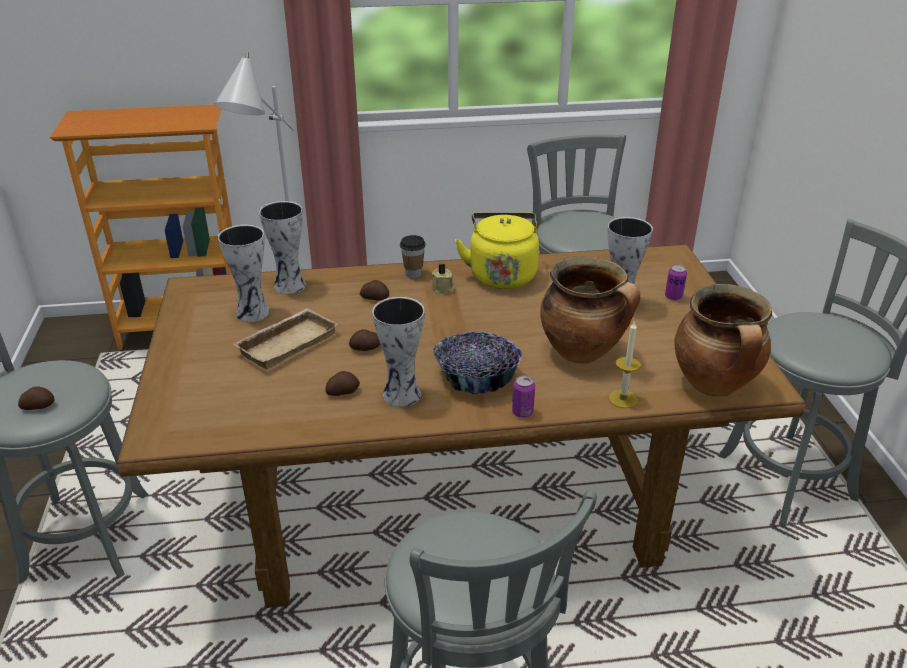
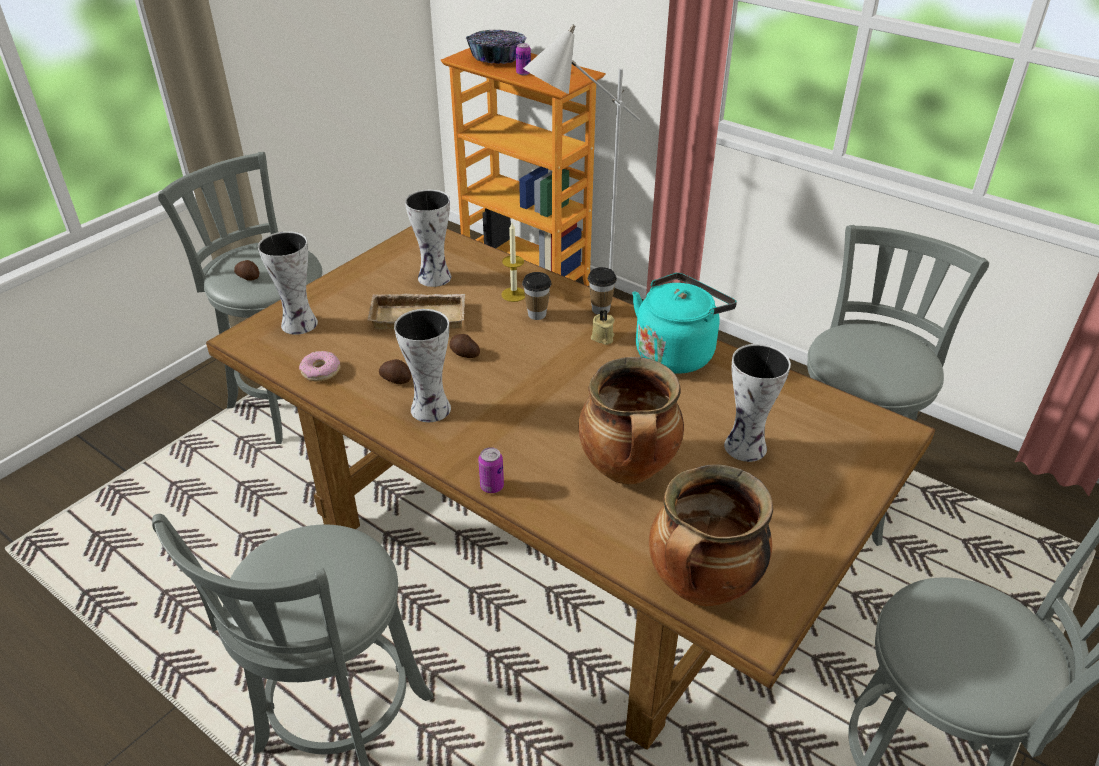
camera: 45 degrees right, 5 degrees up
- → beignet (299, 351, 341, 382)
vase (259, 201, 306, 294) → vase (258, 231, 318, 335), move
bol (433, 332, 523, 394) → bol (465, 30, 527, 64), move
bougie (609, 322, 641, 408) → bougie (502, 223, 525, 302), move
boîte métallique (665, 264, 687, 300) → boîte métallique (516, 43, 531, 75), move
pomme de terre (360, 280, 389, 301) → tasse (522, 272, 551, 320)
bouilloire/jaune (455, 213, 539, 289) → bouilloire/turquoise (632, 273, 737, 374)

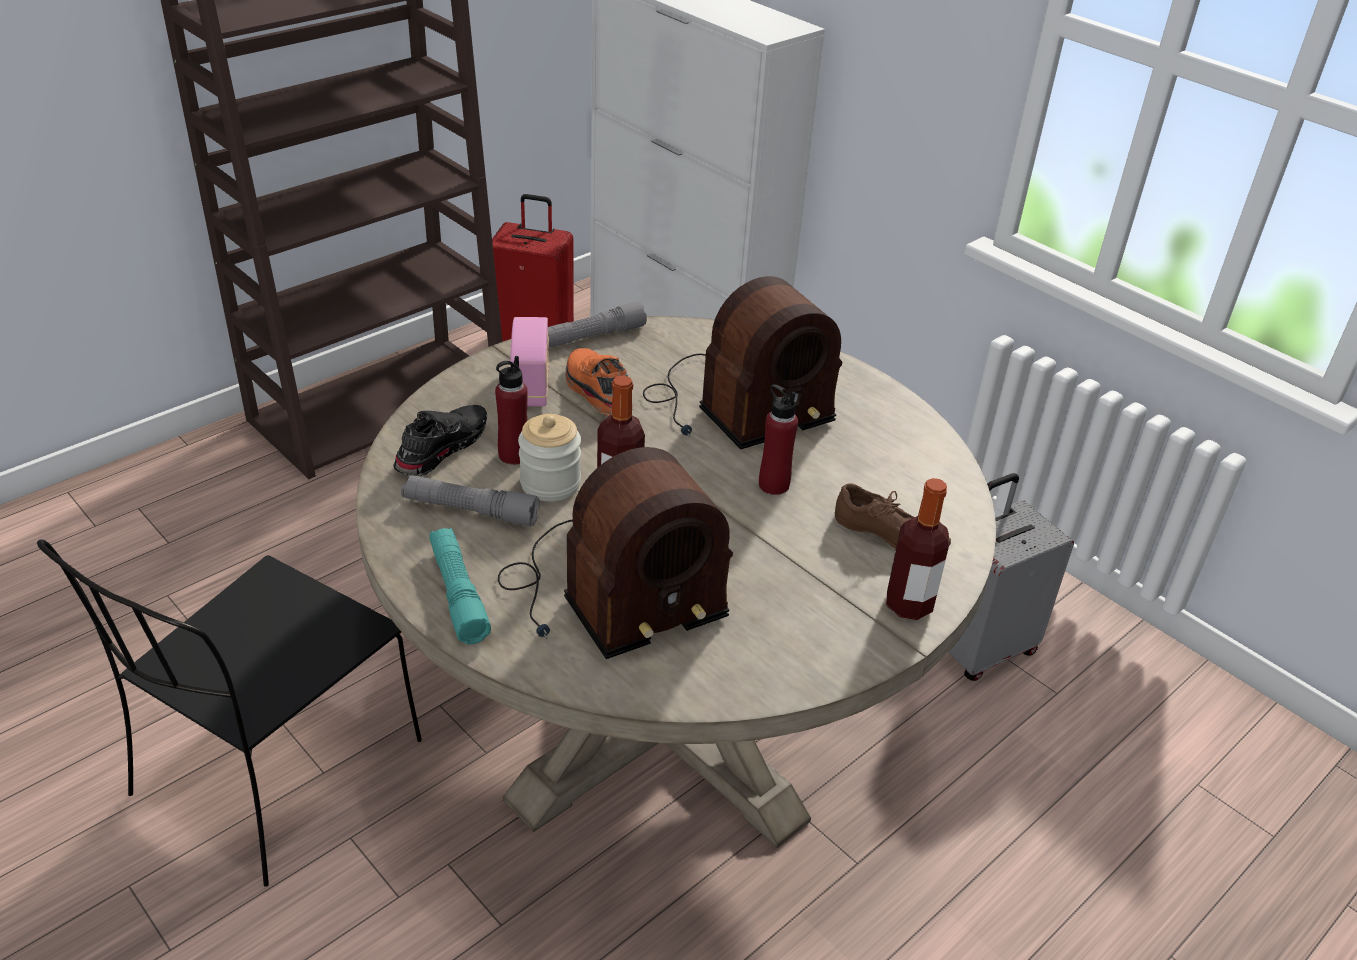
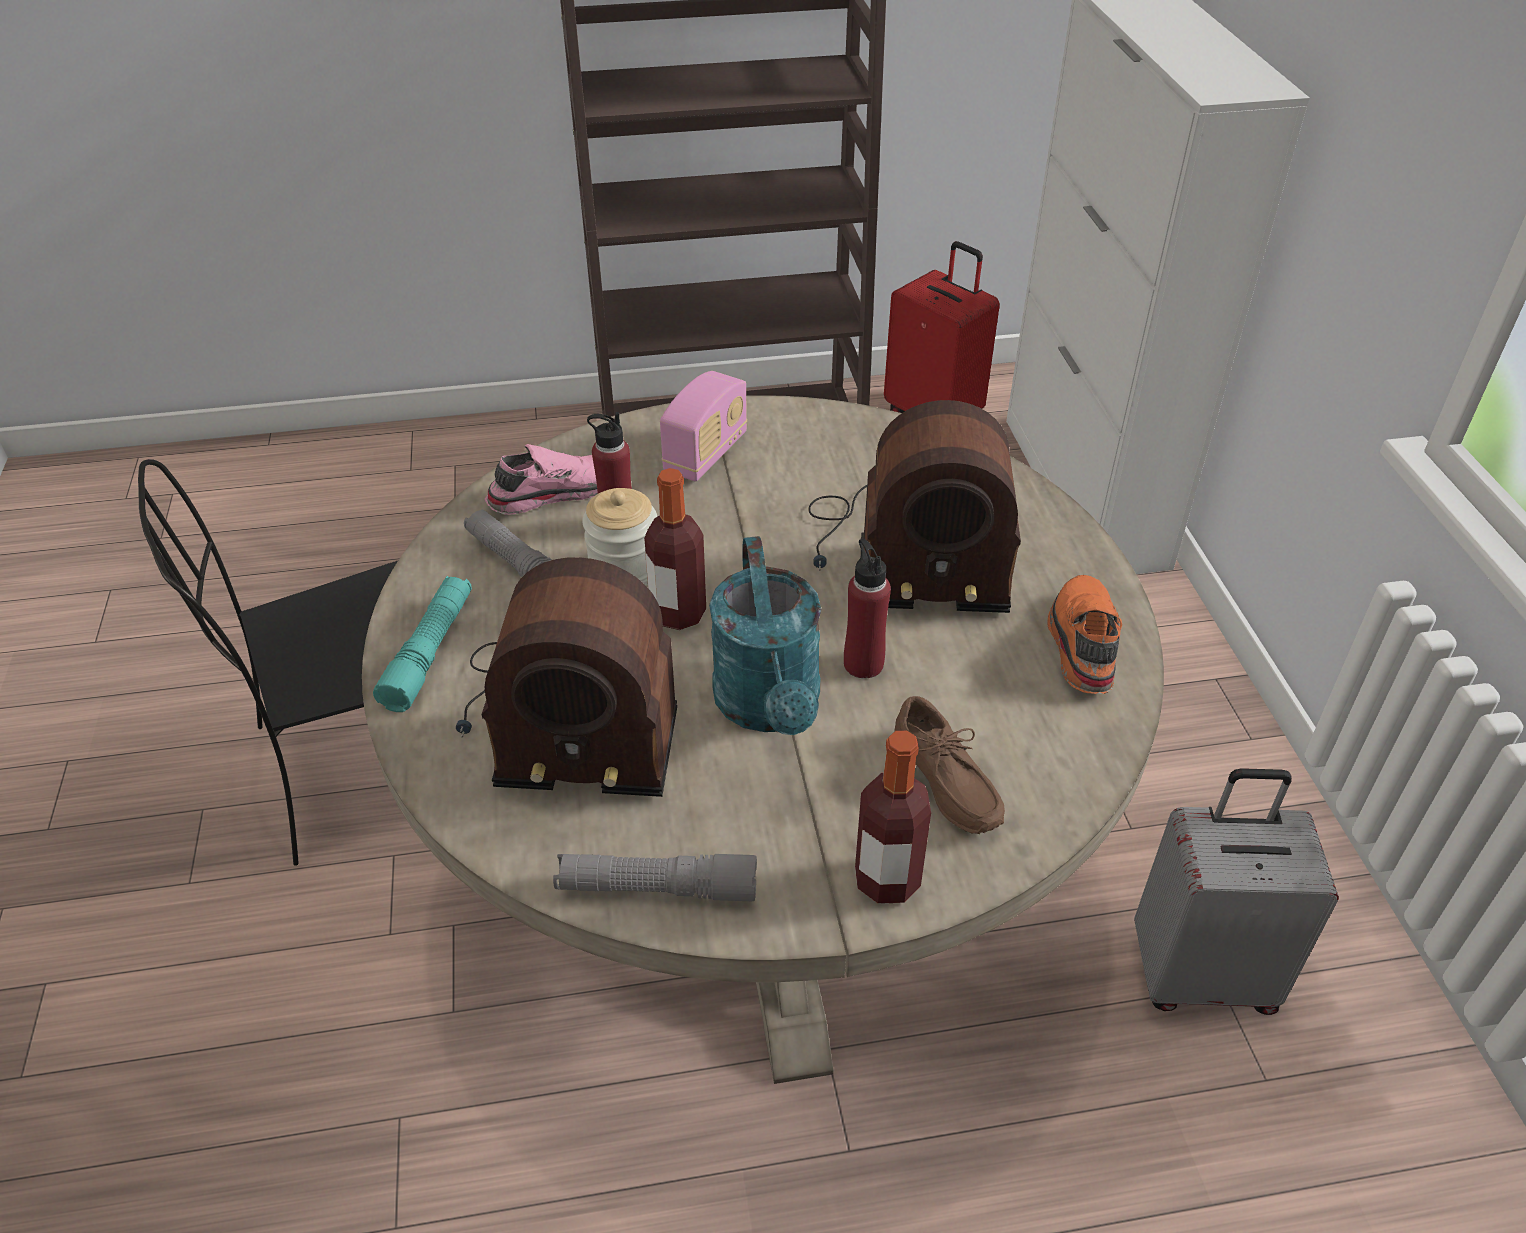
camera: 35 degrees right, 5 degrees up
- → arrosoir/turquoise (709, 536, 822, 735)
lampe de poche/gris (548, 302, 647, 348) → lampe de poche/gris (553, 854, 757, 901), move
chaussure/orange (565, 348, 633, 415) → chaussure/orange (1048, 575, 1122, 694), move
chaussure/noir (394, 405, 487, 476) → chaussure/rose (485, 444, 598, 515)

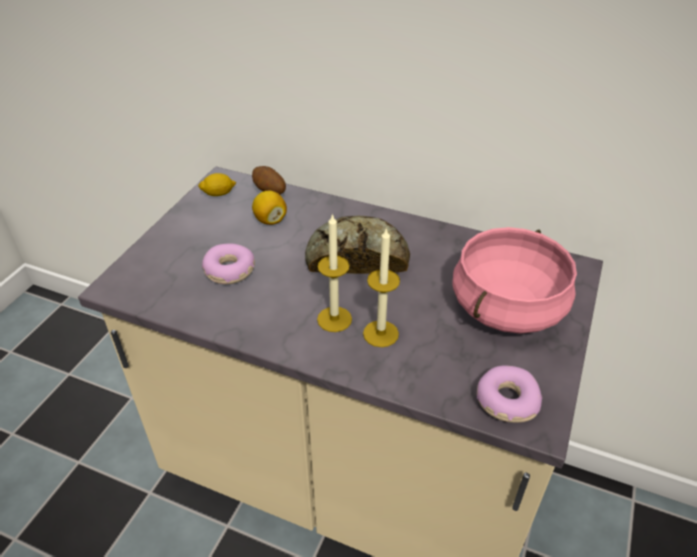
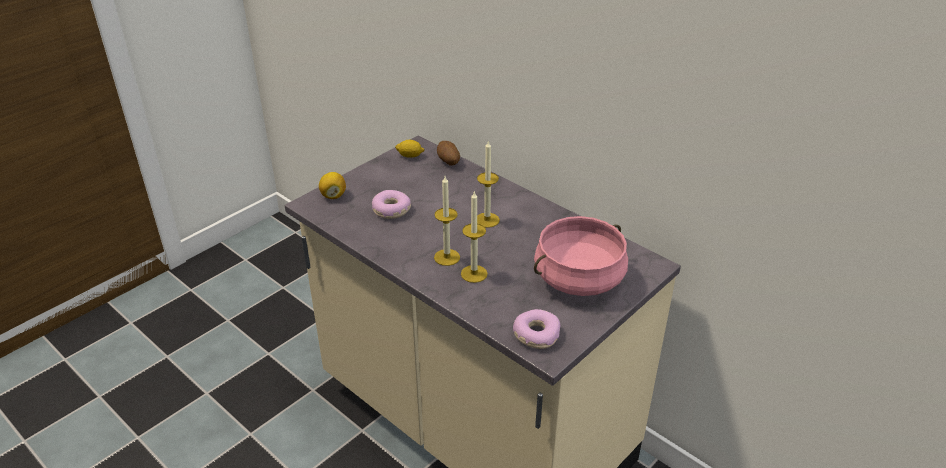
camera: 20 degrees right, 5 degrees down
citron (252, 191, 287, 225) → citron (319, 172, 346, 199), move
pain (305, 216, 410, 274) → bougie (477, 141, 500, 228)

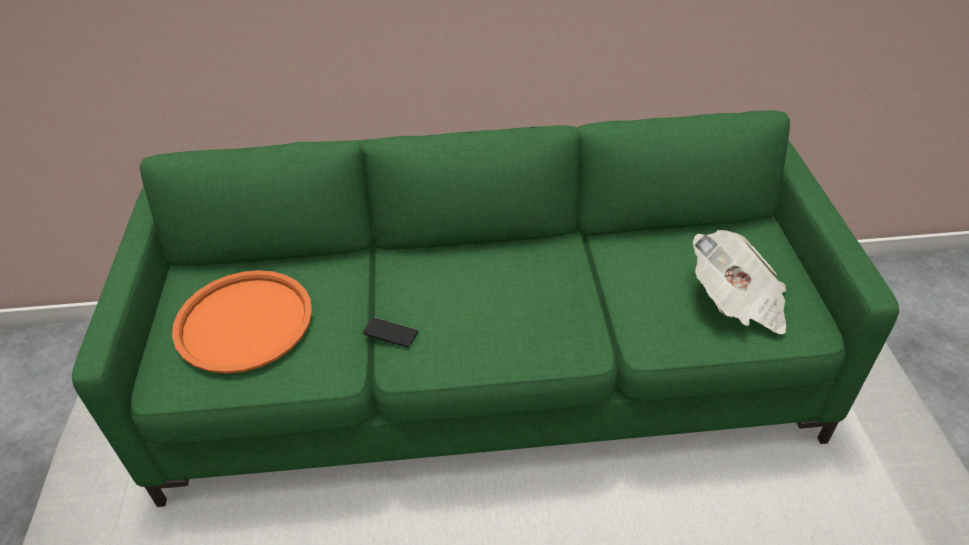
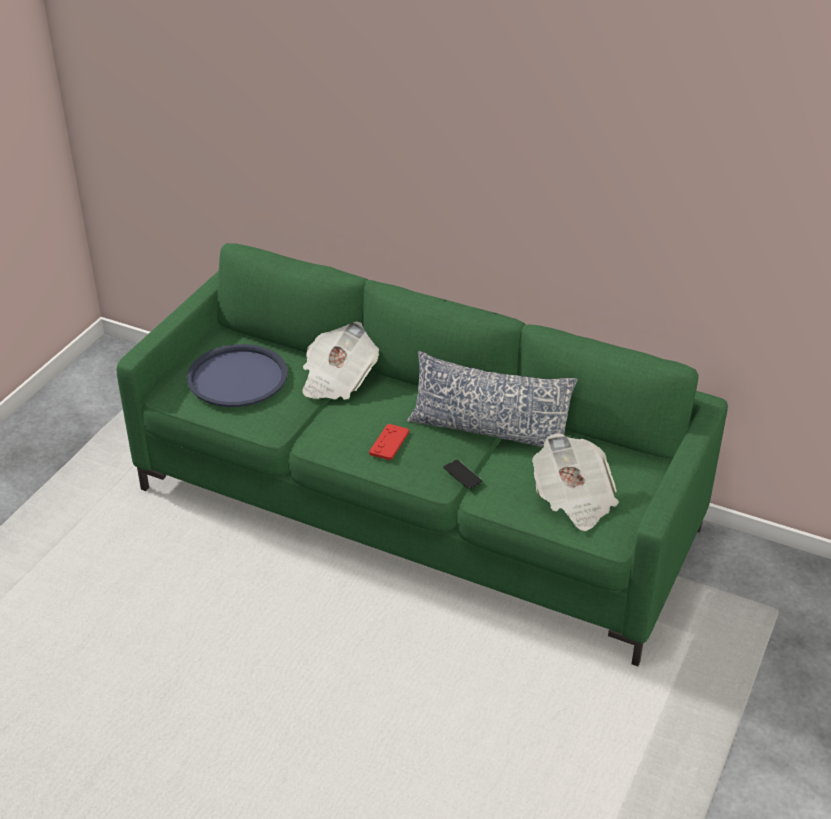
camera: 30 degrees right, 5 degrees down
- → journal (302, 321, 379, 400)
- → manette/rouge (369, 424, 409, 460)
- → coussin (407, 351, 578, 447)
téléphone (363, 317, 418, 347) → téléphone (443, 460, 482, 489), move
plateau/orange (172, 270, 312, 374) → plateau/bleu (187, 344, 288, 407)

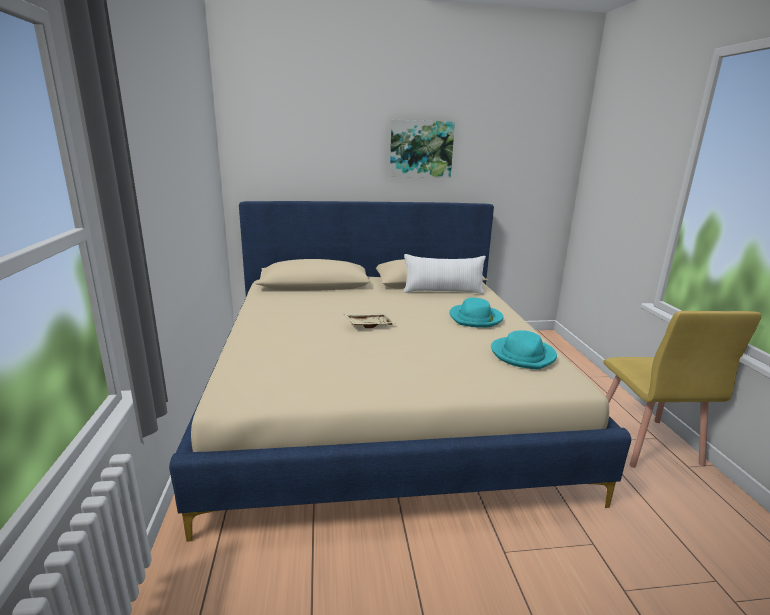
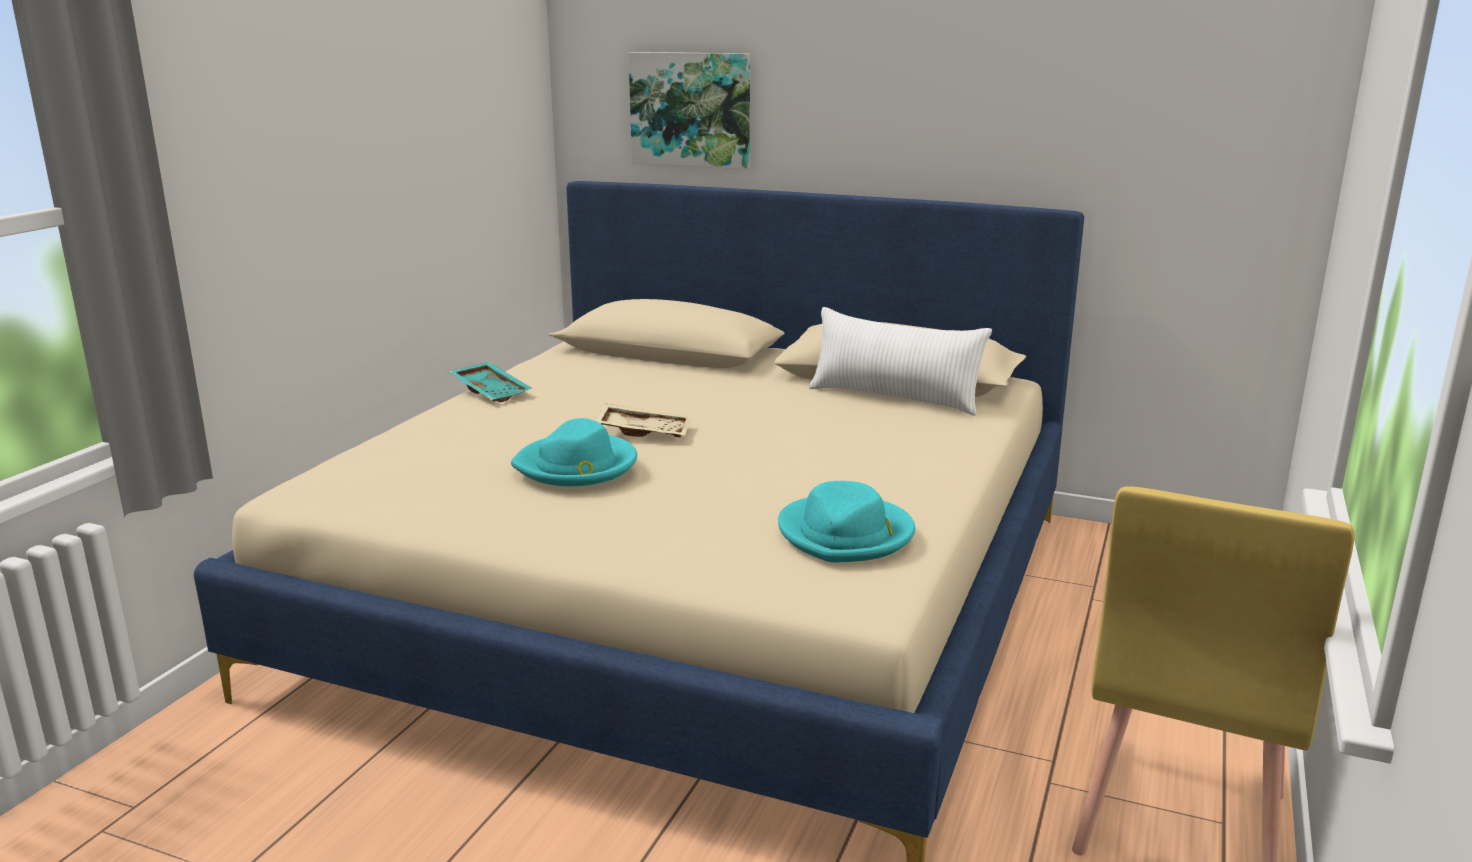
camera: 30 degrees right, 0 degrees up
- → plateau/turquoise (449, 362, 532, 402)
tableau (390, 120, 455, 178) → tableau (629, 52, 750, 169), move
chapeau/turquoise (449, 297, 503, 328) → chapeau/turquoise (511, 418, 637, 486), move

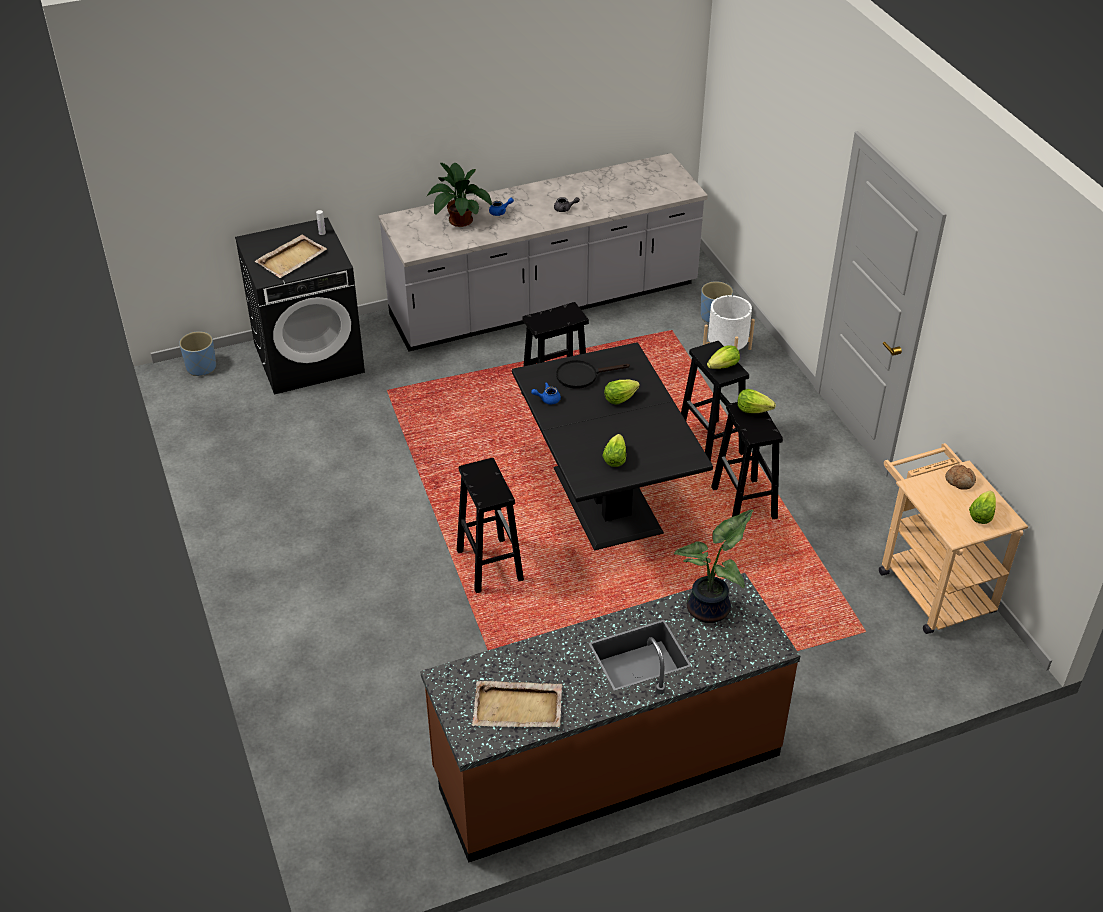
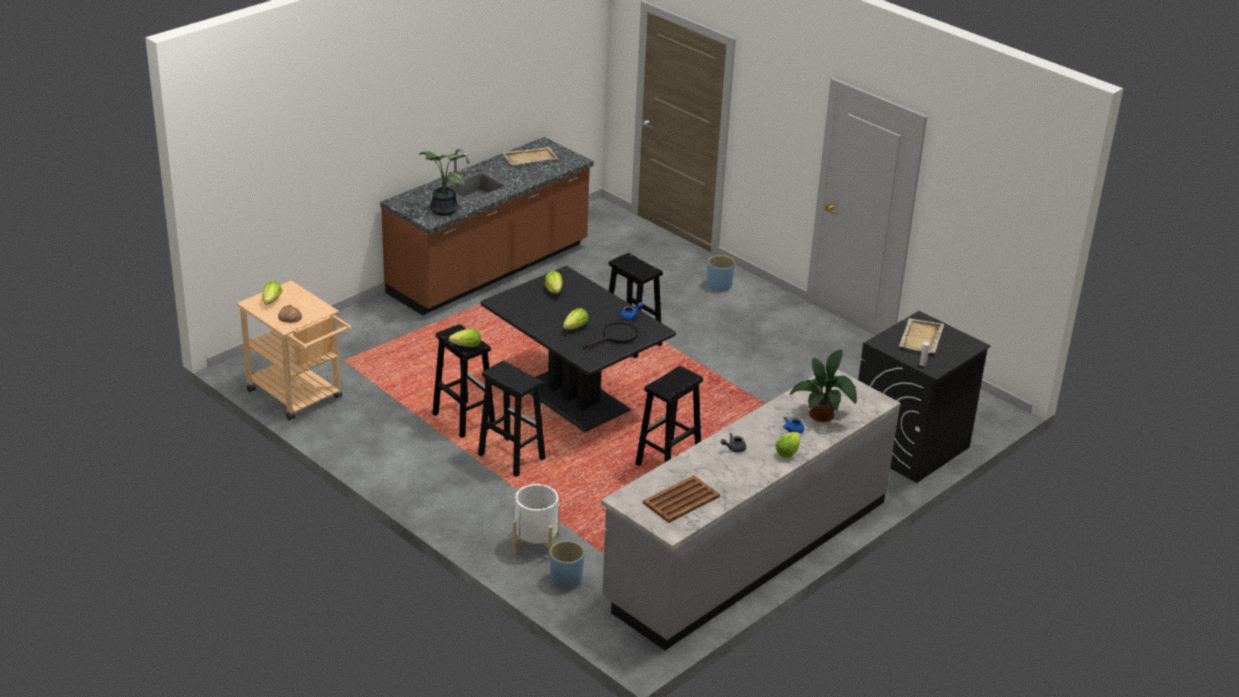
camera: 155 degrees right, 10 degrees down
- → plateau/marron (643, 475, 720, 523)
cache-pot/bleu (179, 331, 216, 376) → cache-pot/bleu (707, 255, 735, 292), move
laitue (707, 345, 740, 369) → laitue (776, 432, 800, 457), move

